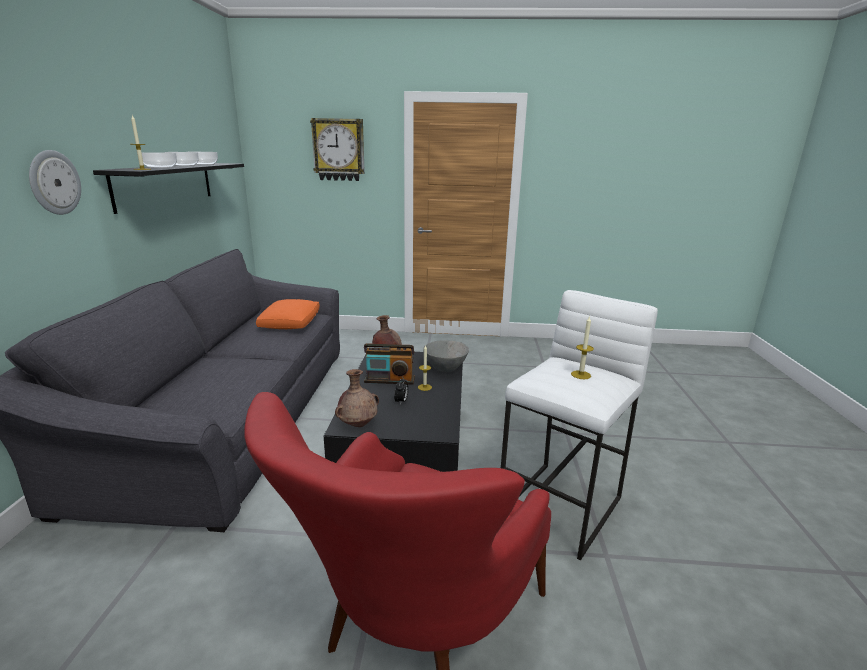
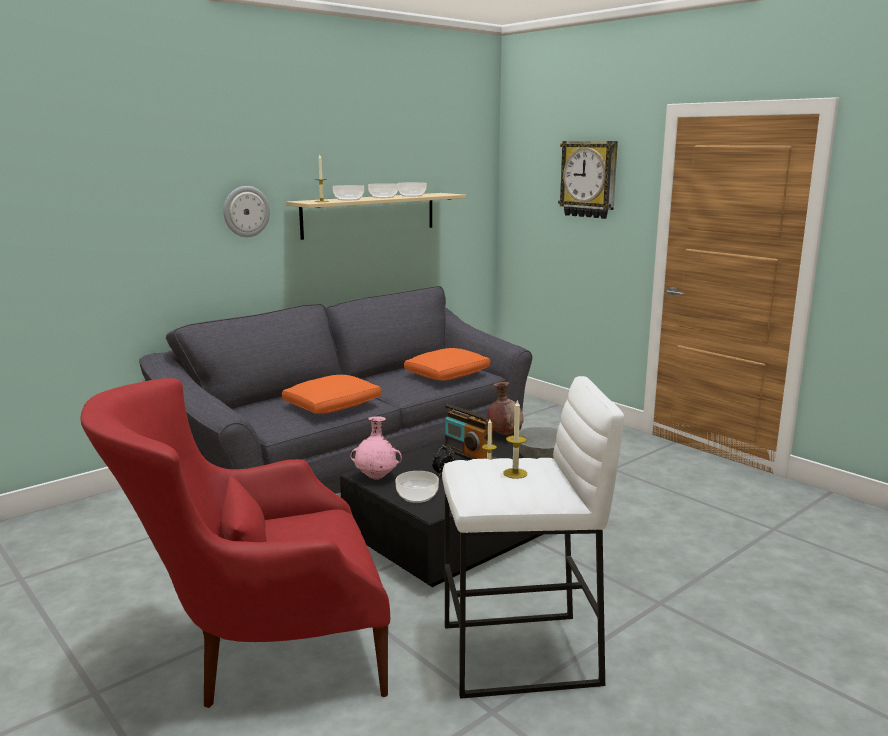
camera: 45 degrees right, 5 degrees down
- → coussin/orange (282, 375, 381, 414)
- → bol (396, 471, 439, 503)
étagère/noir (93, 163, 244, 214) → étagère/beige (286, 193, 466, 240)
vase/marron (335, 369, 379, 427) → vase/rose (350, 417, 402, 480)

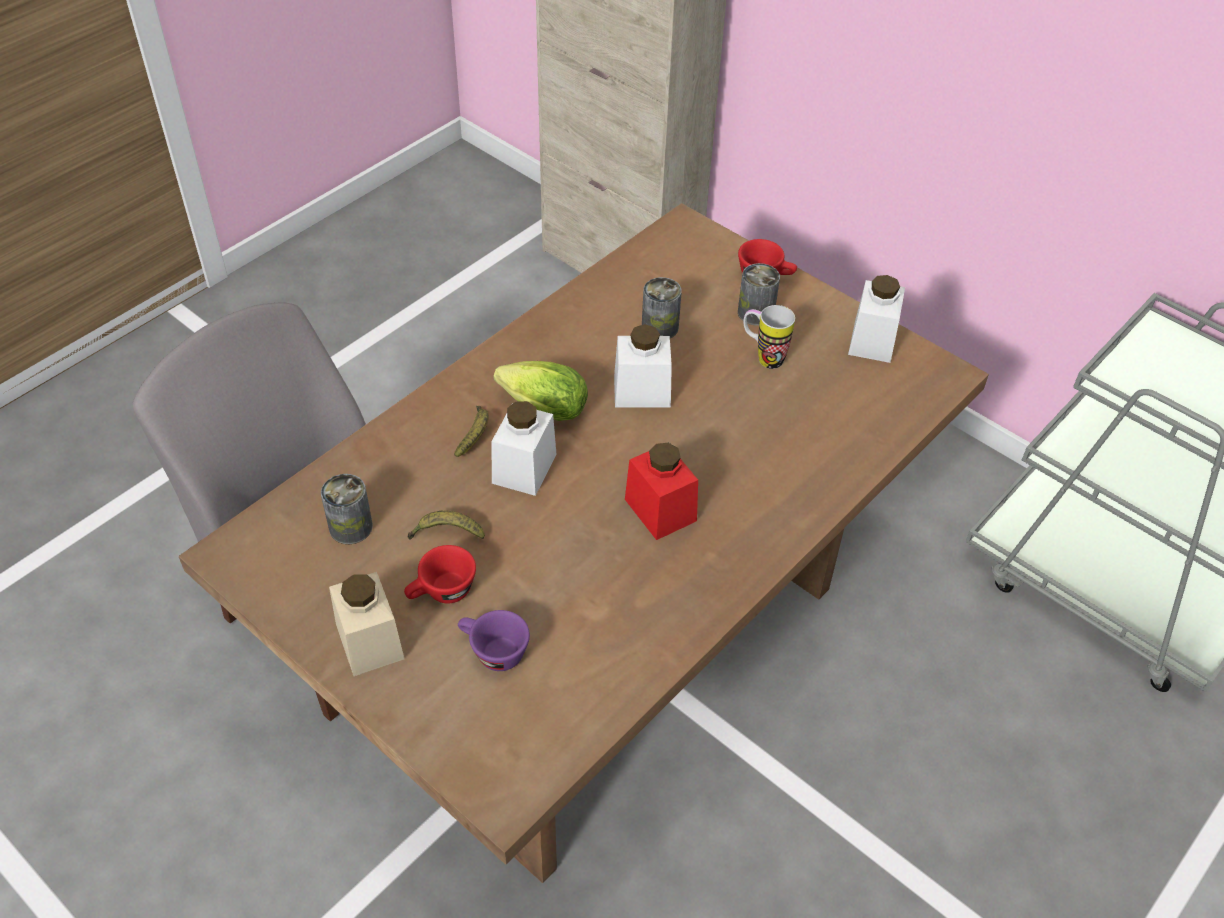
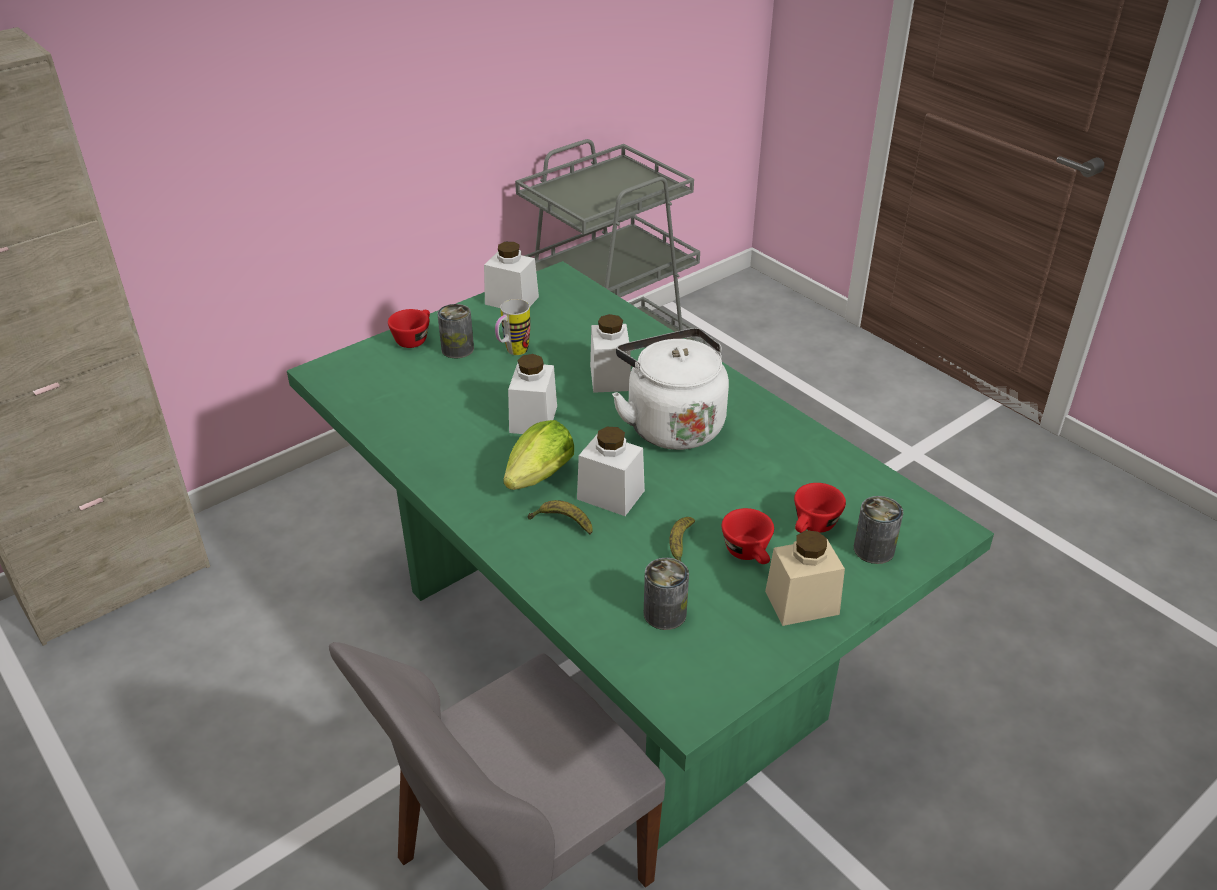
camera: 80 degrees left, 10 degrees down
- → bocal/blanc (590, 314, 631, 393)
boîte métallique (642, 277, 682, 338) → boîte métallique (854, 496, 903, 564), move
bocal/rouge (625, 443, 698, 540) → bouilloire/blanc (612, 328, 729, 450)
table à manger/marron (179, 203, 989, 883) → table à manger/vert (287, 261, 994, 849)
tasse/violet (458, 610, 530, 671) → tasse/rouge (794, 483, 846, 533)

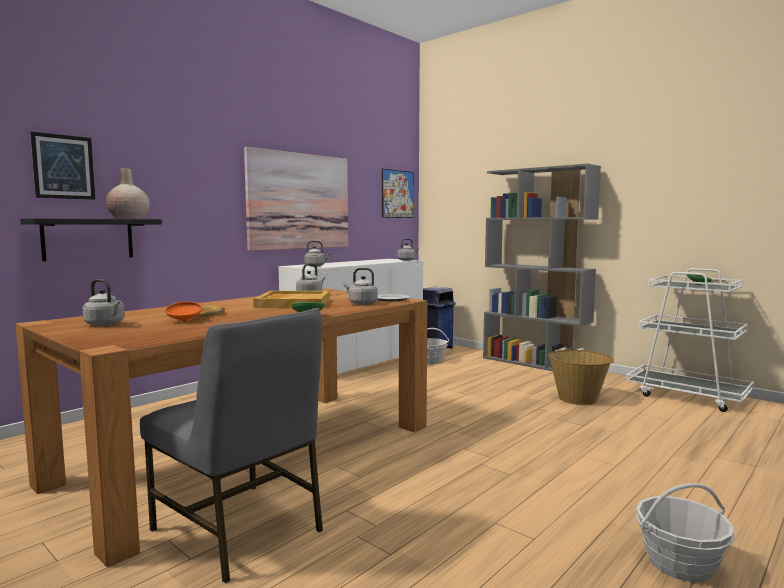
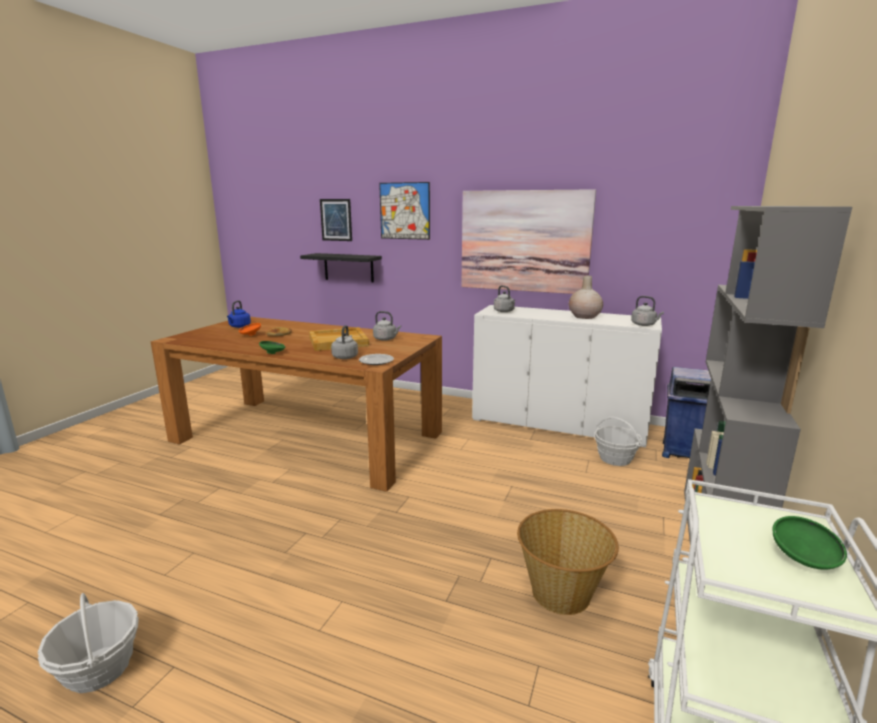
camera: 70 degrees right, 10 degrees up
chaise/gris (140, 308, 323, 584) → -
vase/beige (105, 168, 150, 219) → vase/beige (569, 275, 603, 319), move
tableau (382, 169, 414, 218) → tableau (379, 182, 430, 240), move
bouilloire/gris (82, 279, 125, 326) → bouilloire/bleu (227, 300, 251, 328)

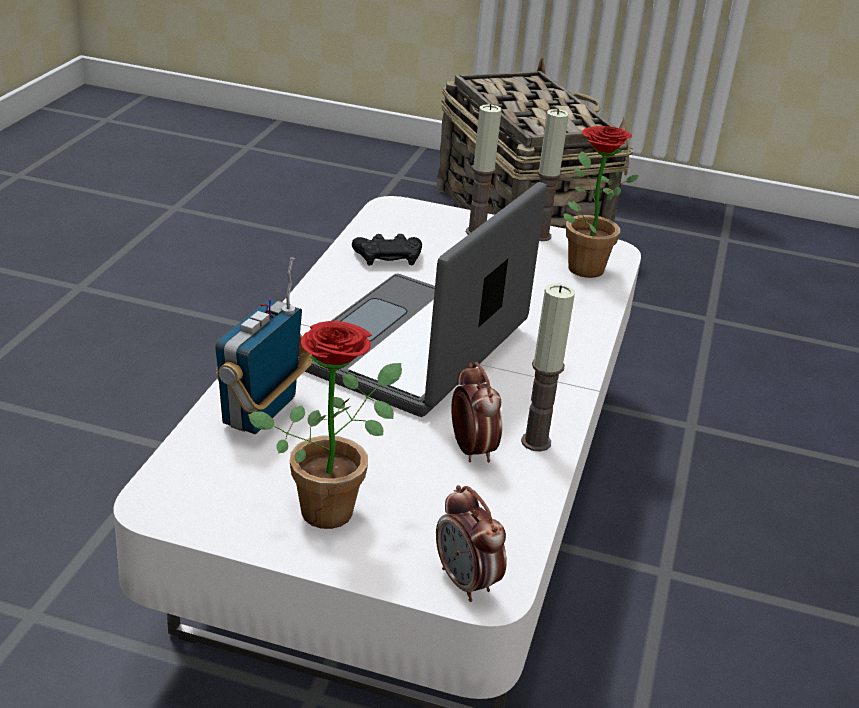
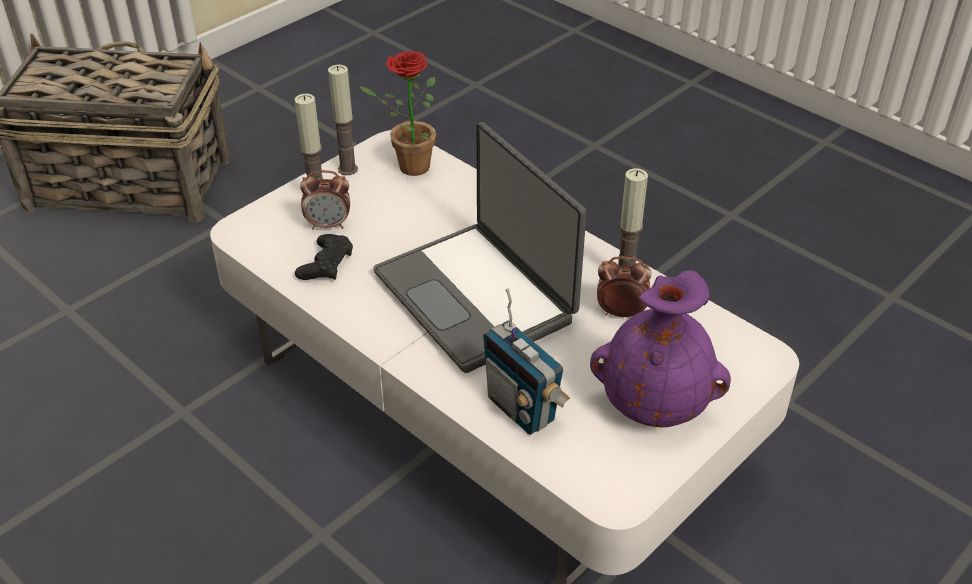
camera: 60 degrees left, 10 degrees up
réveil (436, 485, 507, 602) → réveil (300, 170, 350, 230), move
plante en pot (248, 321, 402, 529) → vase/violet (590, 270, 731, 427)

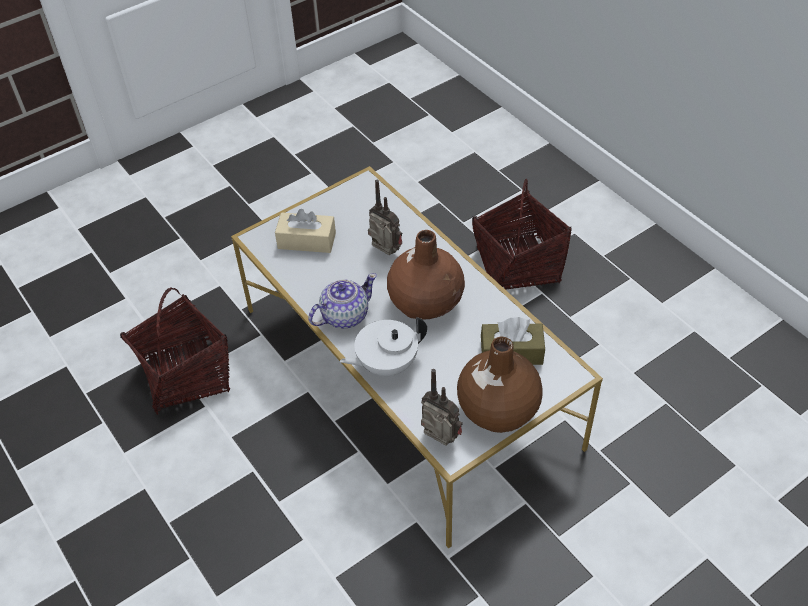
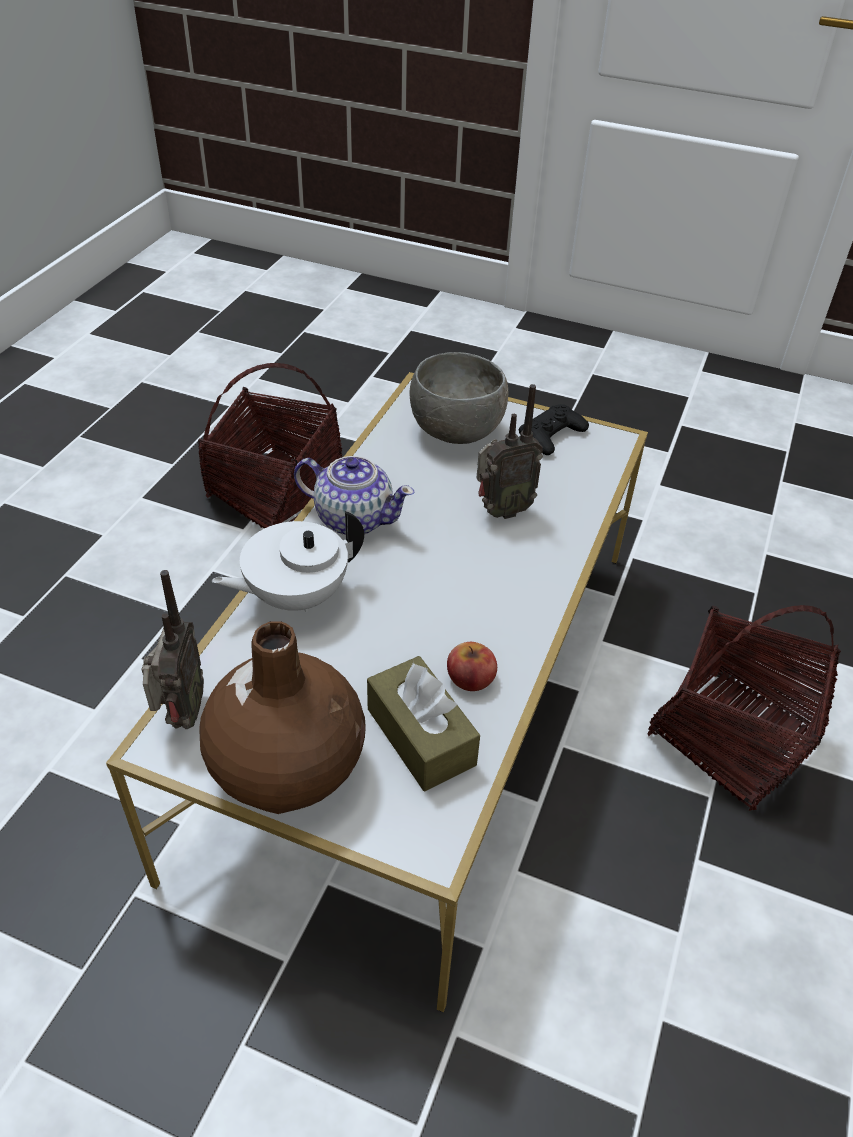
camera: 55 degrees right, 5 degrees down
vase/marron (387, 230, 465, 319) → -
- → pomme (447, 642, 497, 691)
- → manette/noir (519, 404, 589, 455)
boîte à mouchoirs/beige (275, 209, 336, 253) → bol/gris (409, 352, 508, 444)
théière/blanc (340, 317, 427, 376) → théière/blanc (212, 511, 364, 612), 60 degrees counterclockwise
radio (368, 180, 402, 255) → radio (476, 384, 543, 519), 60 degrees clockwise

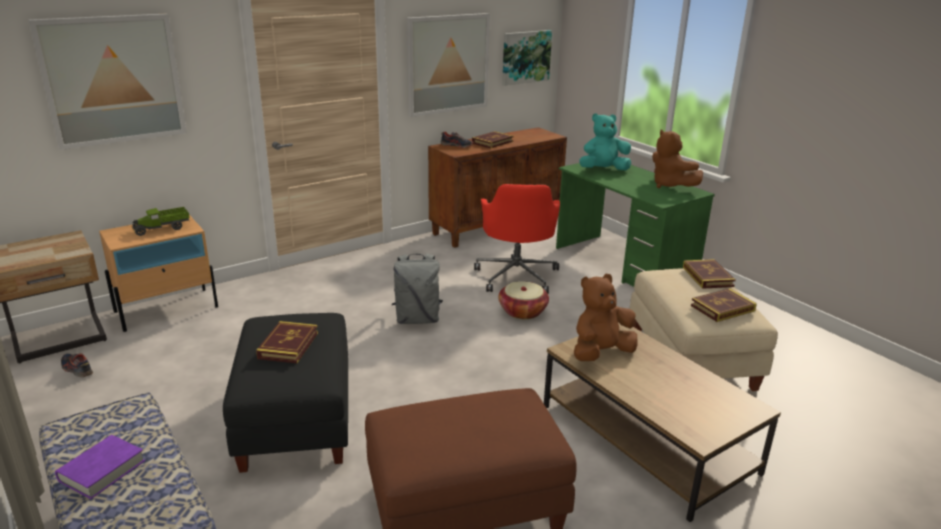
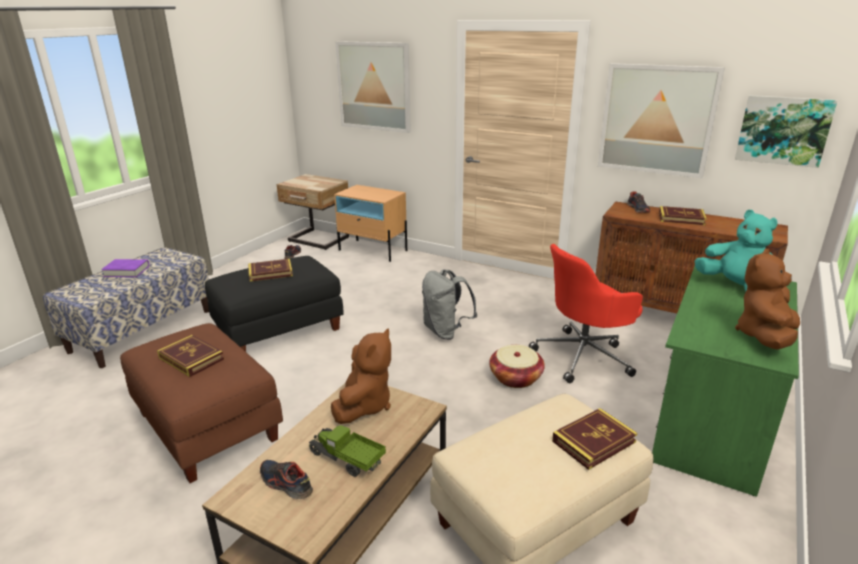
camera: 65 degrees right, 0 degrees up
- → chaussure (260, 460, 313, 499)
camion jouet (132, 207, 190, 236) → camion jouet (308, 425, 386, 477), move
livre (691, 288, 757, 322) → livre (157, 335, 224, 377), move
peluche/marron (574, 274, 638, 361) → peluche/marron (331, 329, 391, 424), 75 degrees clockwise

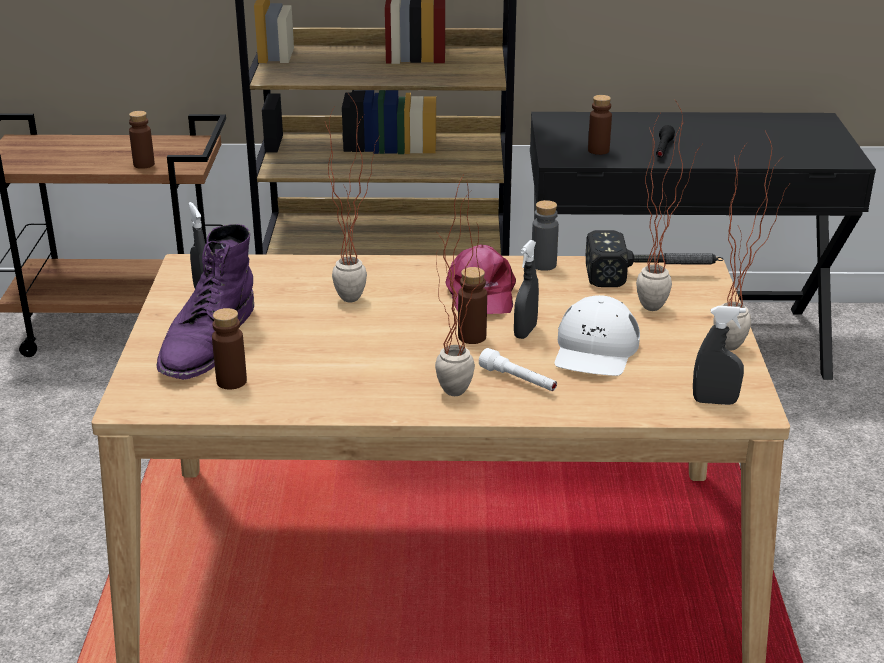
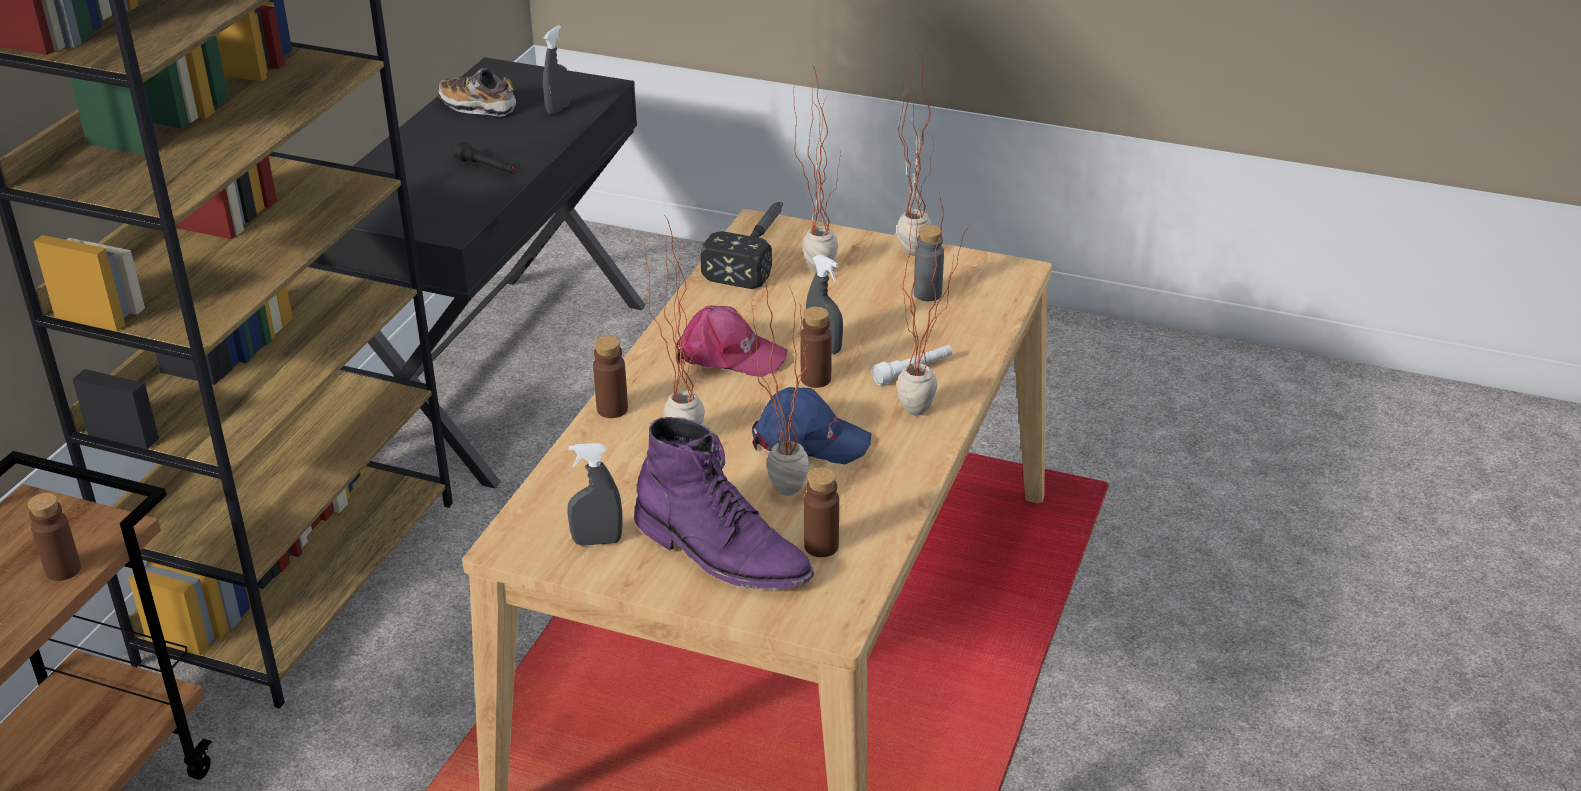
camera: 70 degrees left, 5 degrees up
casquette/blanc (555, 295, 640, 376) → -
- → chaussure (438, 68, 516, 117)
- → plante en pot (736, 270, 809, 496)
- → casquette/bleu (752, 387, 871, 464)
bouteille/gris (532, 200, 559, 271) → bouteille/gris (914, 225, 944, 301), move
bouteille/marron (588, 95, 612, 155) → bouteille/marron (593, 336, 628, 418), move
vaporisateur/gris (693, 306, 746, 405) → vaporisateur/gris (543, 25, 570, 115), move

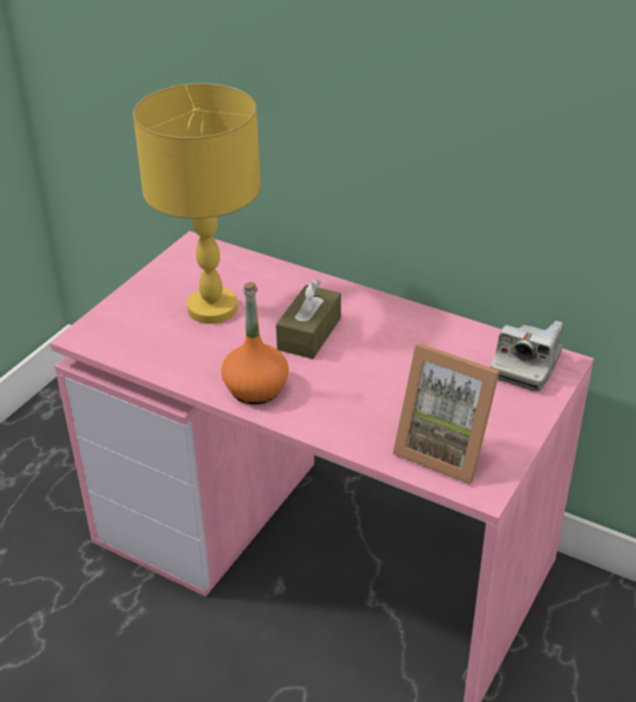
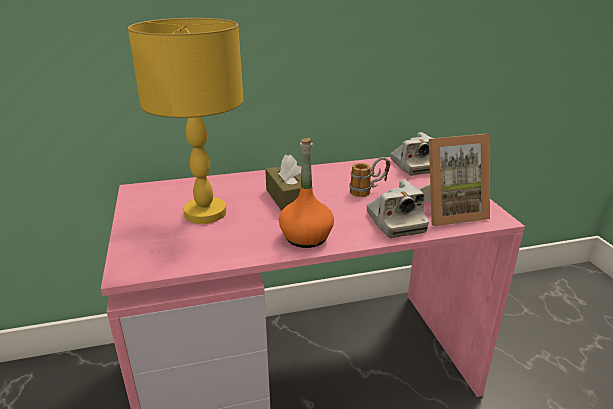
camera: 45 degrees left, 10 degrees down
- → mug (349, 157, 390, 197)
- → appareil photo (367, 179, 429, 238)

